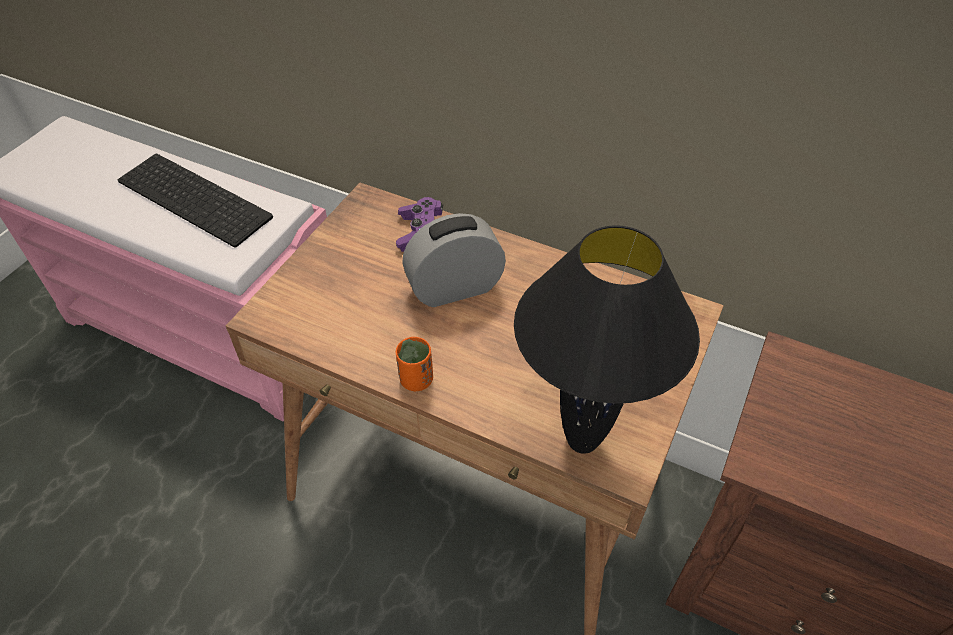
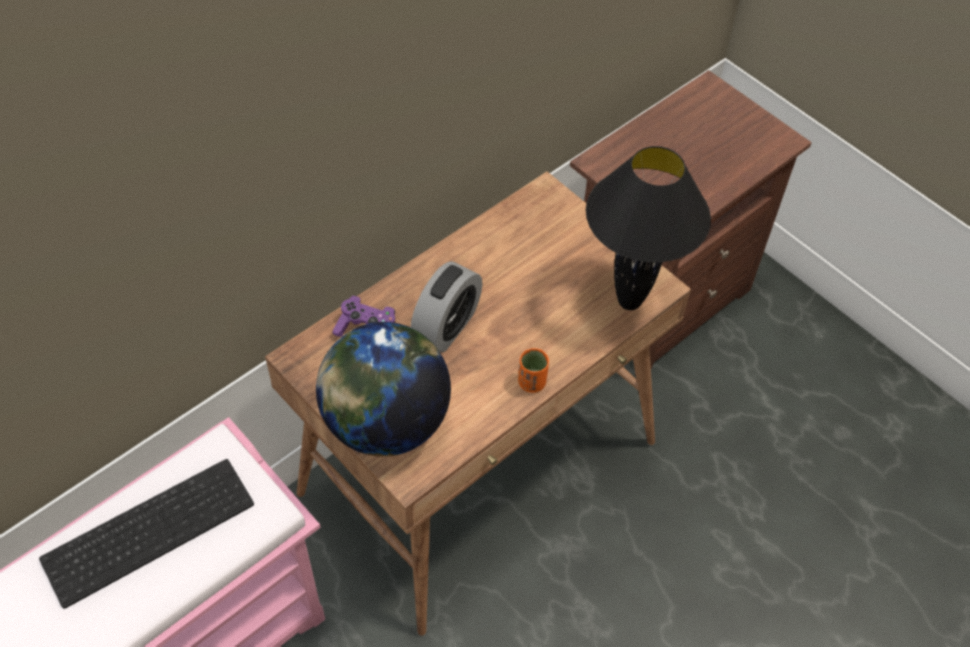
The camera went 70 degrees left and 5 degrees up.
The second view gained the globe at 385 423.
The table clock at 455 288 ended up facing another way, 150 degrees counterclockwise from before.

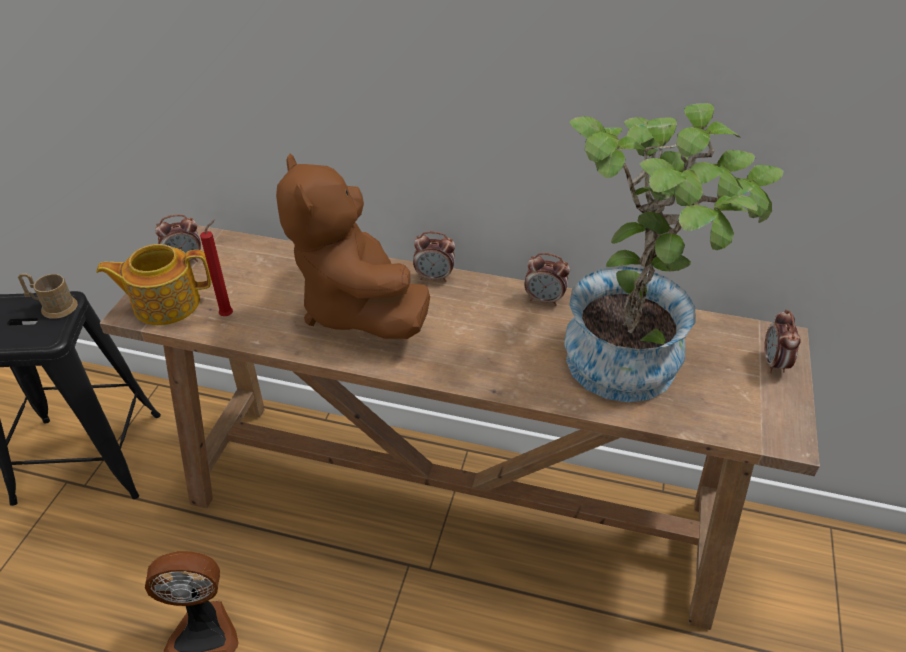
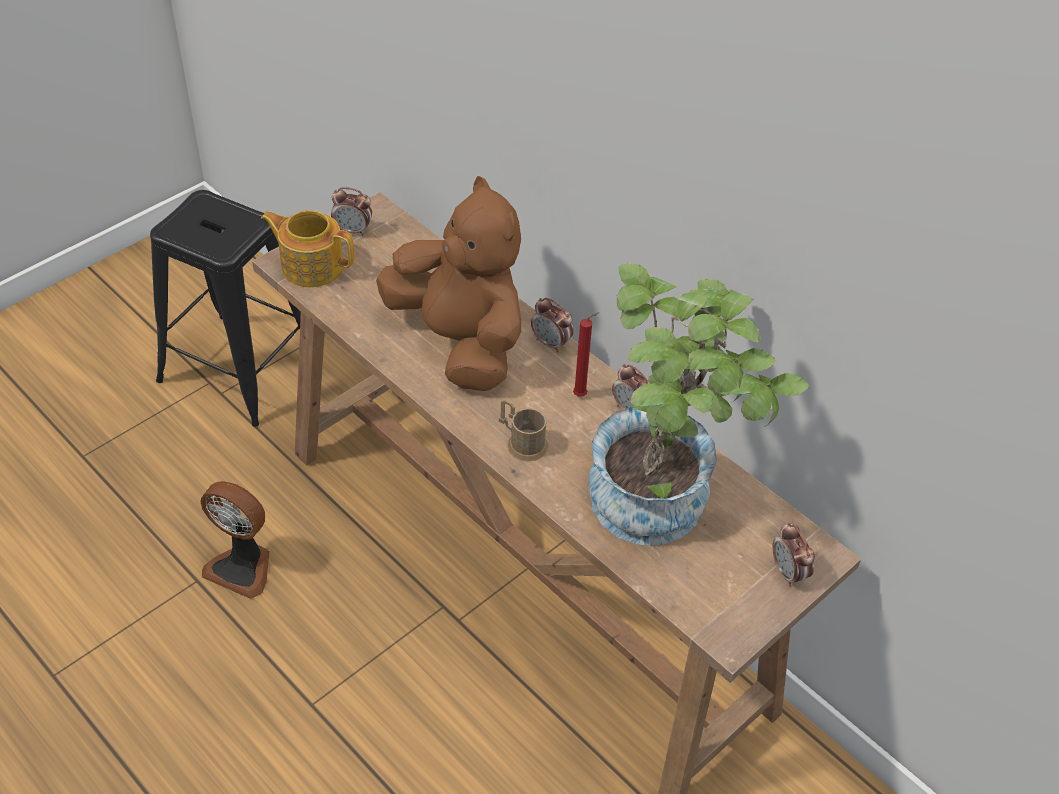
The camera went 30 degrees right and 5 degrees up.
The cuddly toy in brown at 357 308 ended up facing another way, 135 degrees clockwise from before.
The coffee mug in brown ended up elsewhere, having gone from 53 307 to 522 442.
The wax candle in reddish ended up elsewhere, having gone from 229 315 to 582 395.
The table clock at 774 363 ended up facing another way, 60 degrees counterclockwise from before.

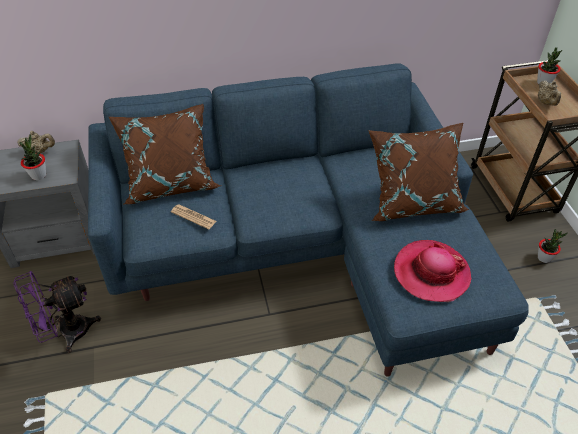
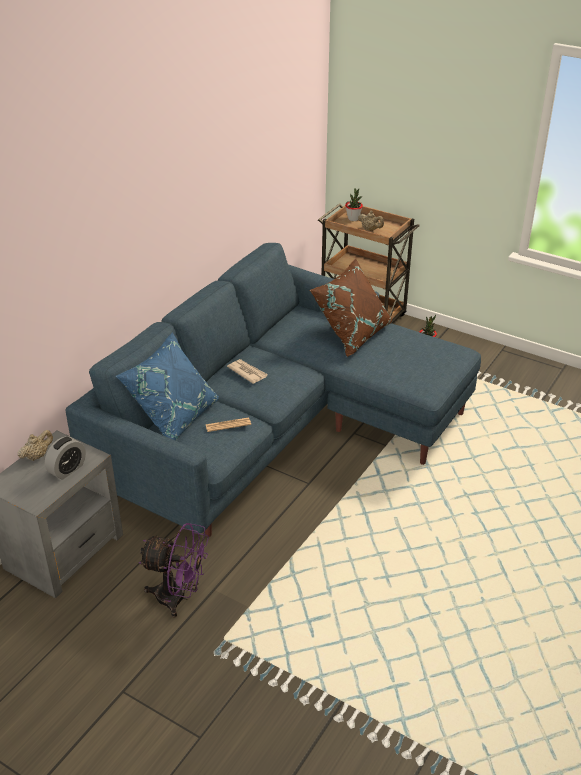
The camera went 45 degrees left and 10 degrees down.
Where the houseplant stood at 38 175, the table clock came to stand at 67 469.
What was the cushion in brown at 170 182 turned into the cushion in bluish at 174 417.
The electric fan in purplish at 66 333 ended up facing another way, 90 degrees counterclockwise from before.
The second view gained the newspaper at 247 372.
The second view lost the wearable hat at 431 273.

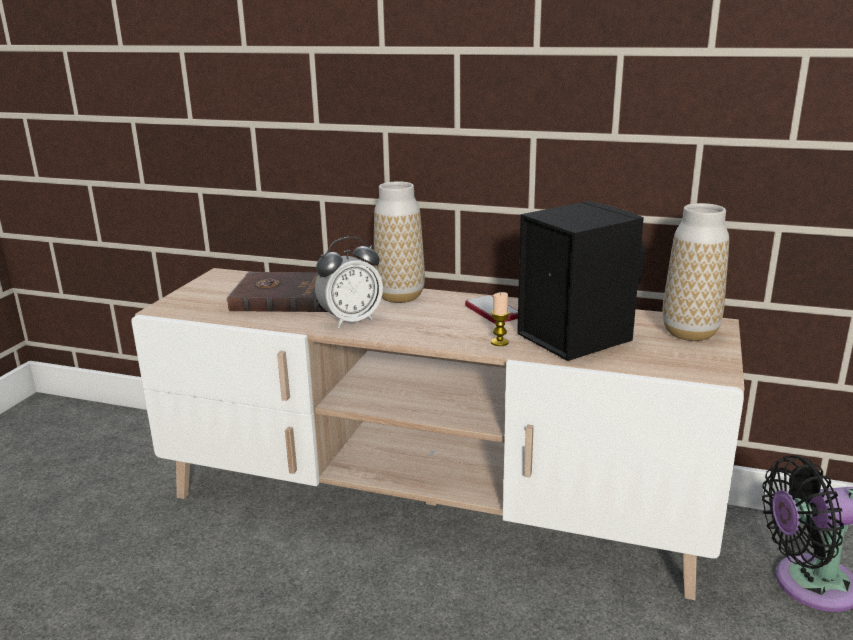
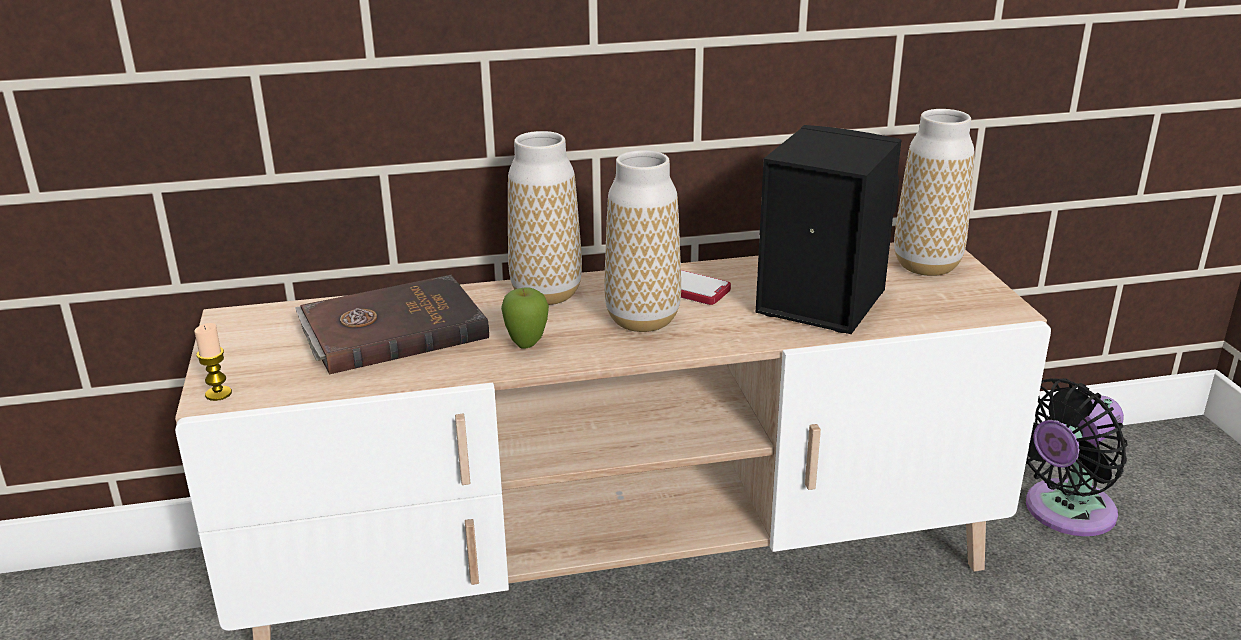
The camera went 30 degrees left and 5 degrees up.
The wax candle ended up elsewhere, having gone from 499 342 to 218 394.
Where the table clock stood at 350 320, the apple fruit came to stand at 526 345.
The second view gained the vase at 642 319.

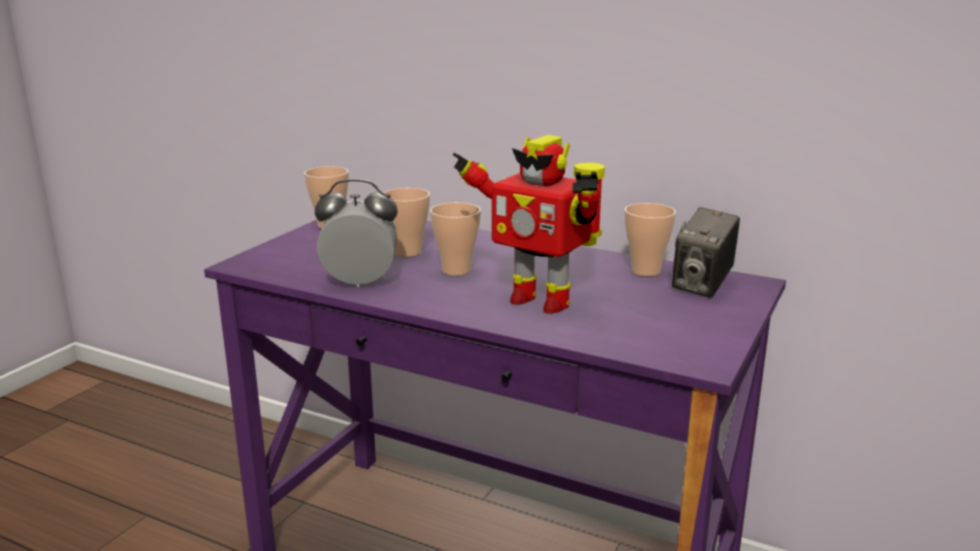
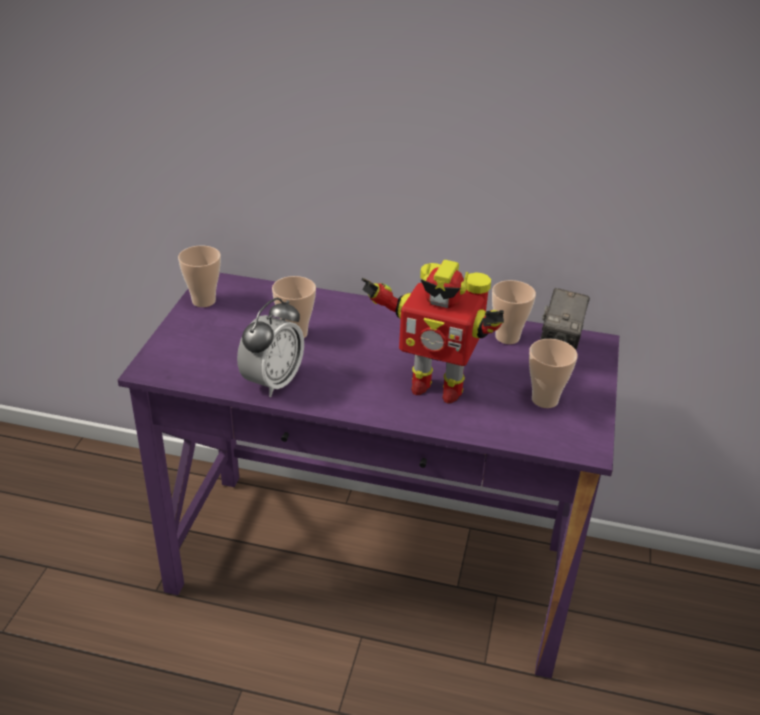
The camera went 15 degrees left and 15 degrees up.
The table clock at 360 282 ended up facing another way, 135 degrees clockwise from before.
The drinking cup ended up elsewhere, having gone from 456 270 to 544 400.

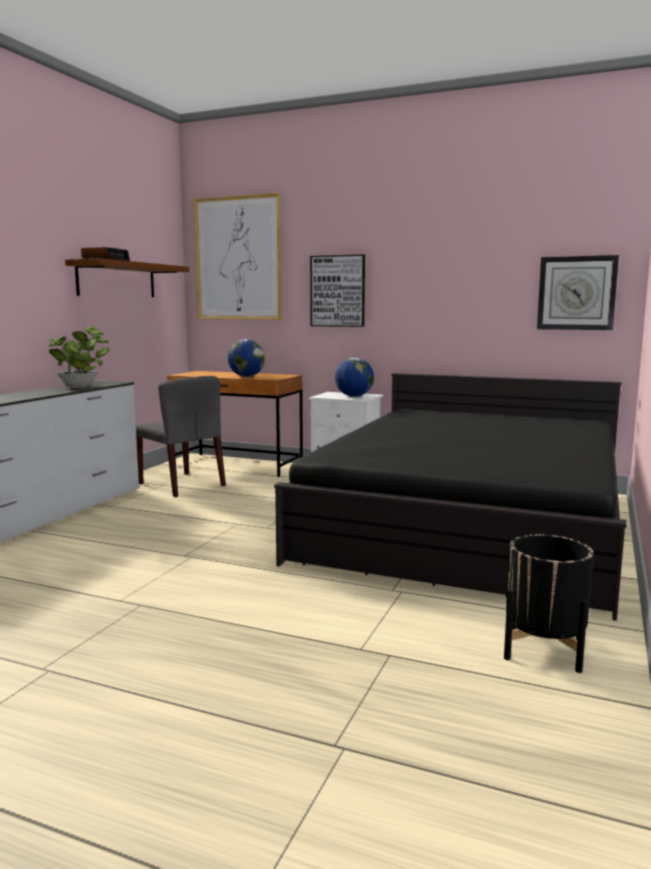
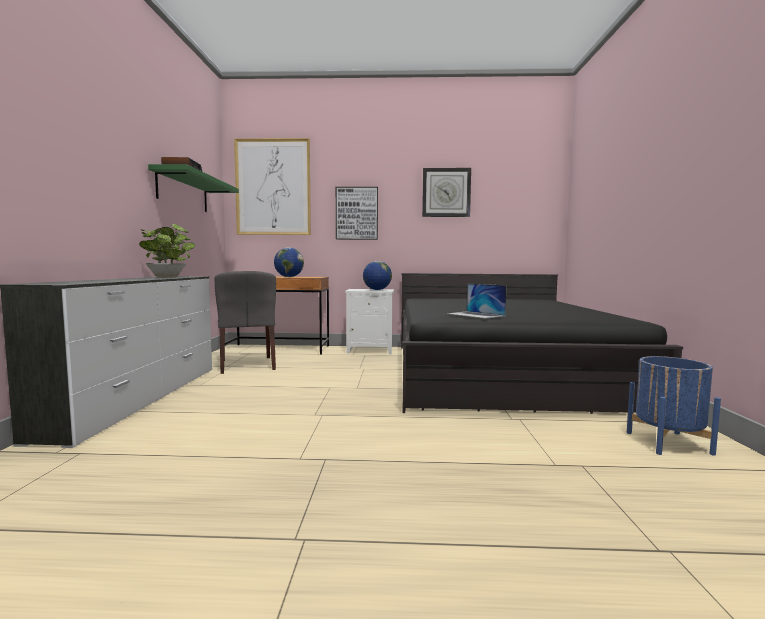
The camera went 20 degrees left and 5 degrees down.
What was the wall shelf in brown at 117 280 turned into the wall shelf in greenish at 183 192.
The plain chair in greyish at 182 484 ended up facing another way, 45 degrees clockwise from before.
The clock on the wall ended up elsewhere, having gone from 576 293 to 446 192.
The second view gained the notebook computer at 476 315.
What was the planter in black at 544 648 turned into the planter in bluish at 668 443.

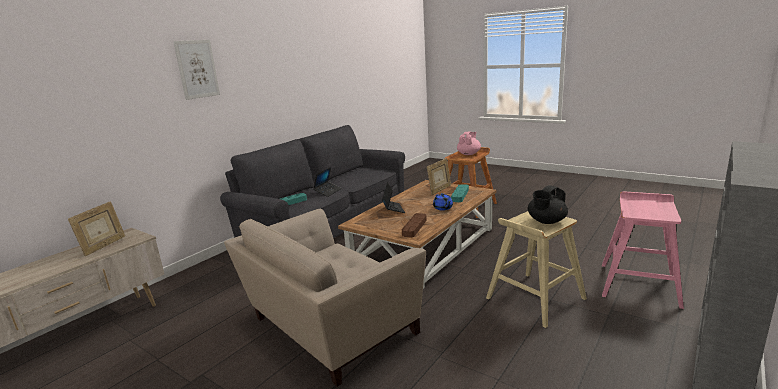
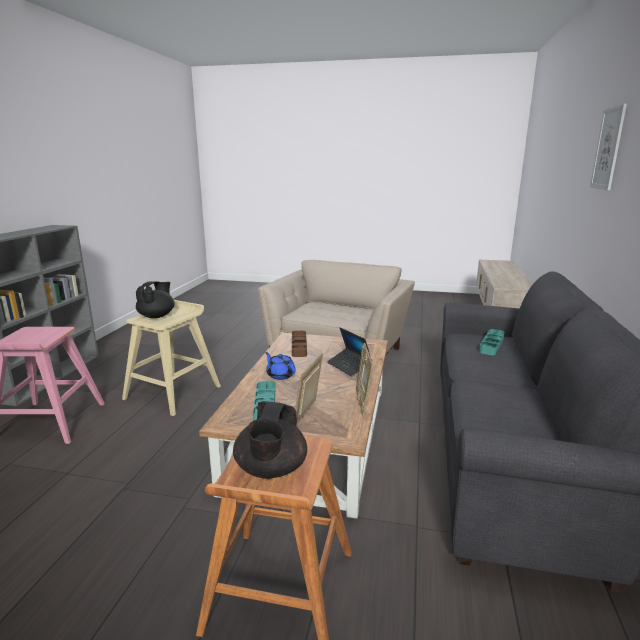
The camera went 155 degrees right and 0 degrees up.
What was the pot for tea in pink at 469 154 turned into the pot for tea in black at 271 470.
The photo frame ended up elsewhere, having gone from 103 246 to 362 402.
The second view lost the notebook computer at 328 192.

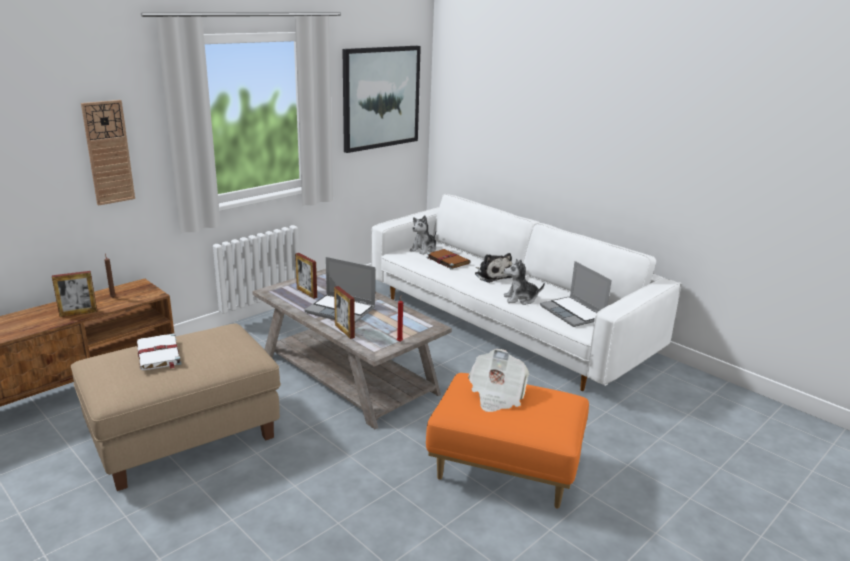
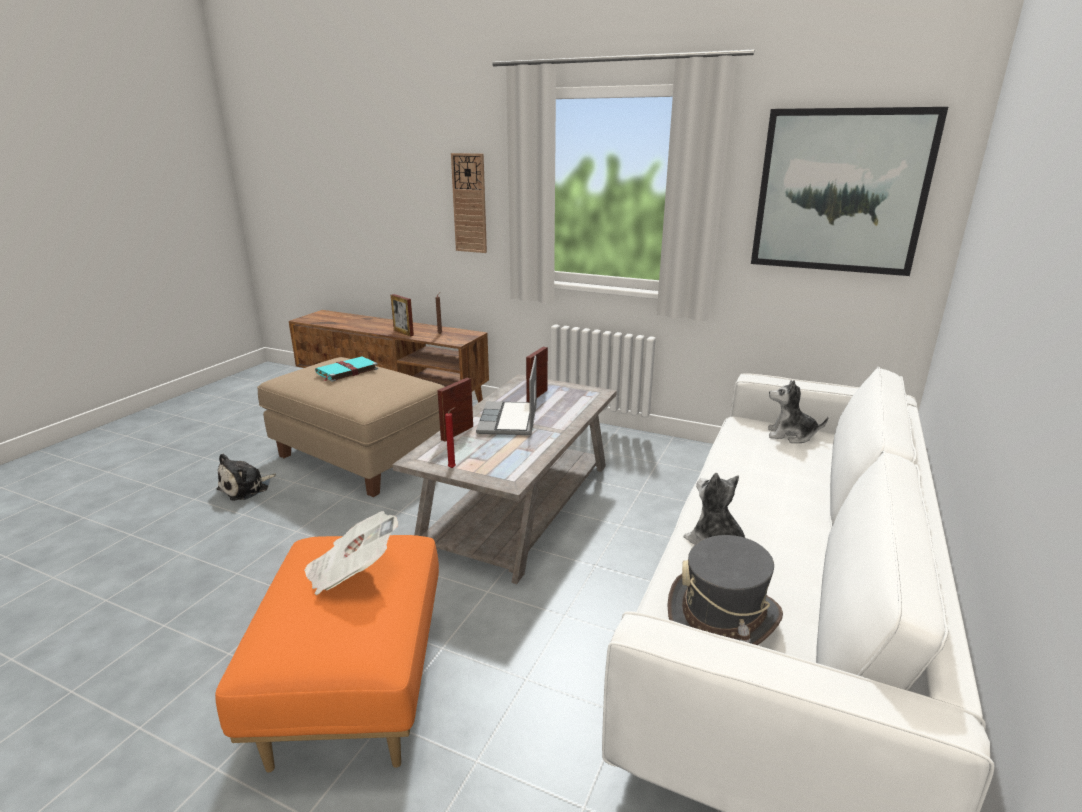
The camera went 70 degrees right and 0 degrees up.
The cuddly toy ended up elsewhere, having gone from 492 275 to 246 488.
What was the volume in white-coloured at 159 355 turned into the volume in blue-green at 346 371.
Where the notebook computer stood at 573 313, the wearable hat in greyish came to stand at 722 619.
The second view lost the volume in brown at 447 260.

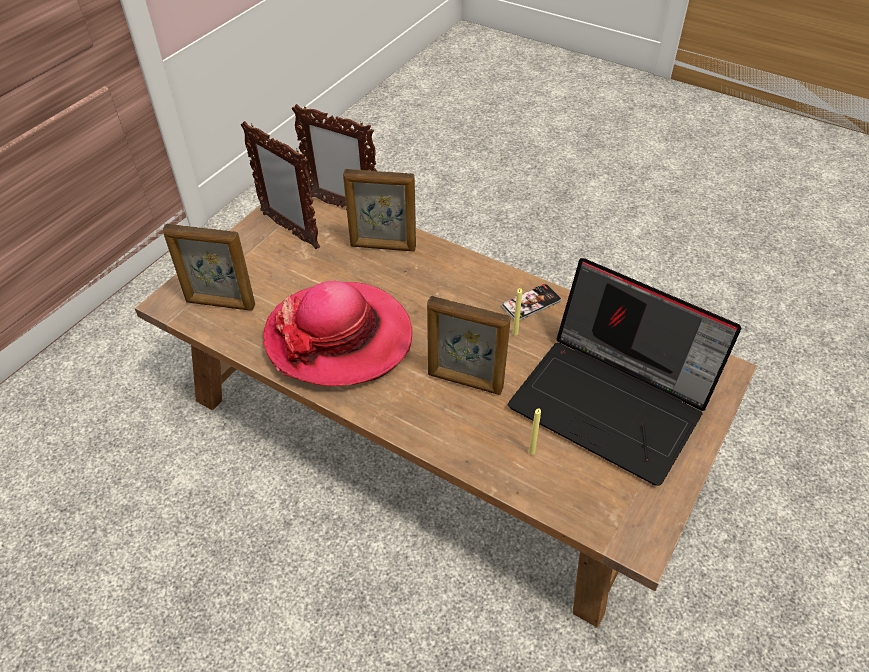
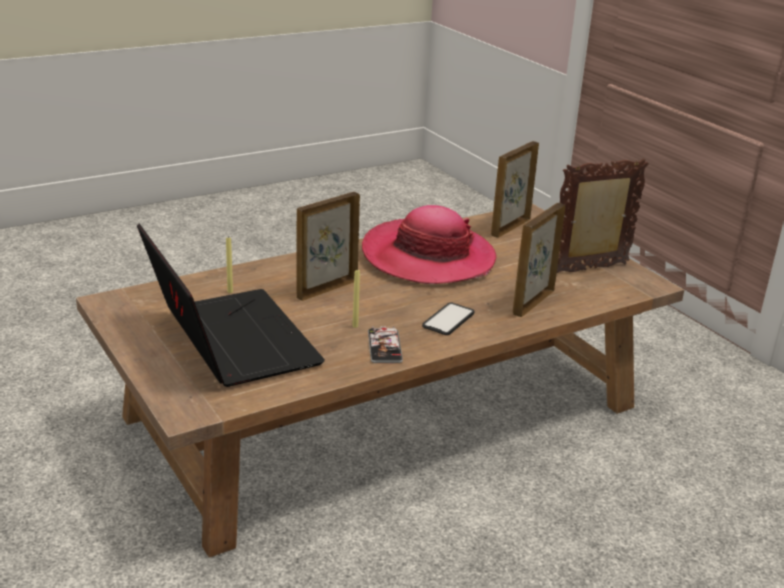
The camera went 115 degrees right and 20 degrees down.
The notebook computer at 613 402 ended up facing another way, 90 degrees clockwise from before.
The second view gained the phone at 448 320.
The second view lost the photo frame at 342 207.

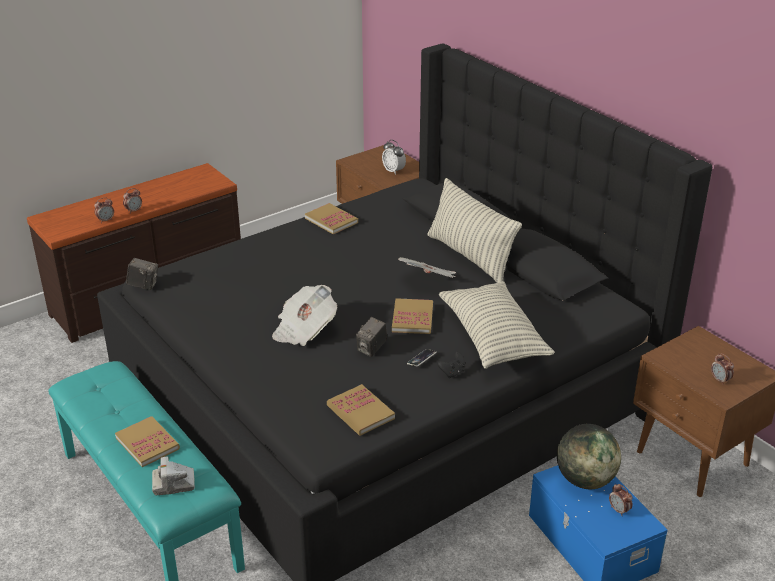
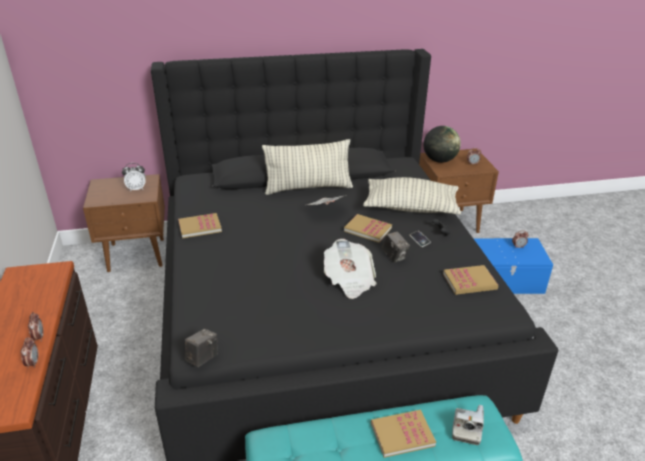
The camera went 65 degrees left and 0 degrees up.
The globe ended up elsewhere, having gone from 585 480 to 439 160.

